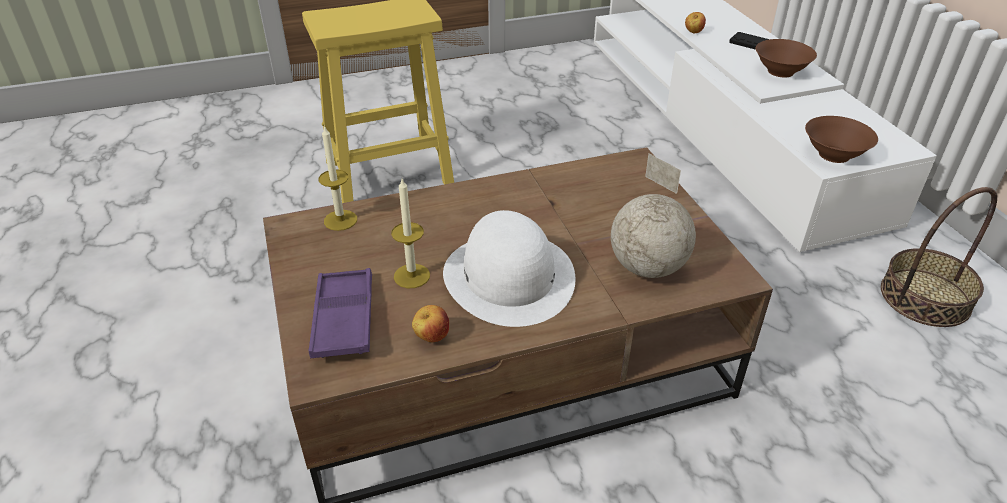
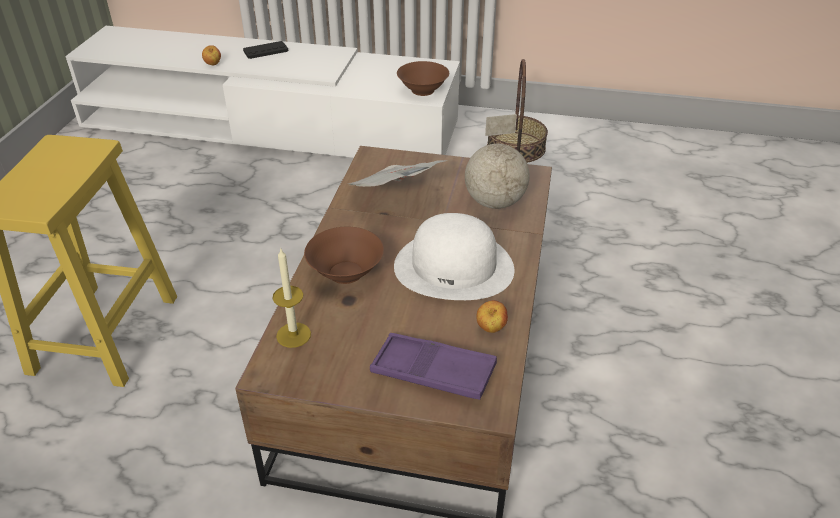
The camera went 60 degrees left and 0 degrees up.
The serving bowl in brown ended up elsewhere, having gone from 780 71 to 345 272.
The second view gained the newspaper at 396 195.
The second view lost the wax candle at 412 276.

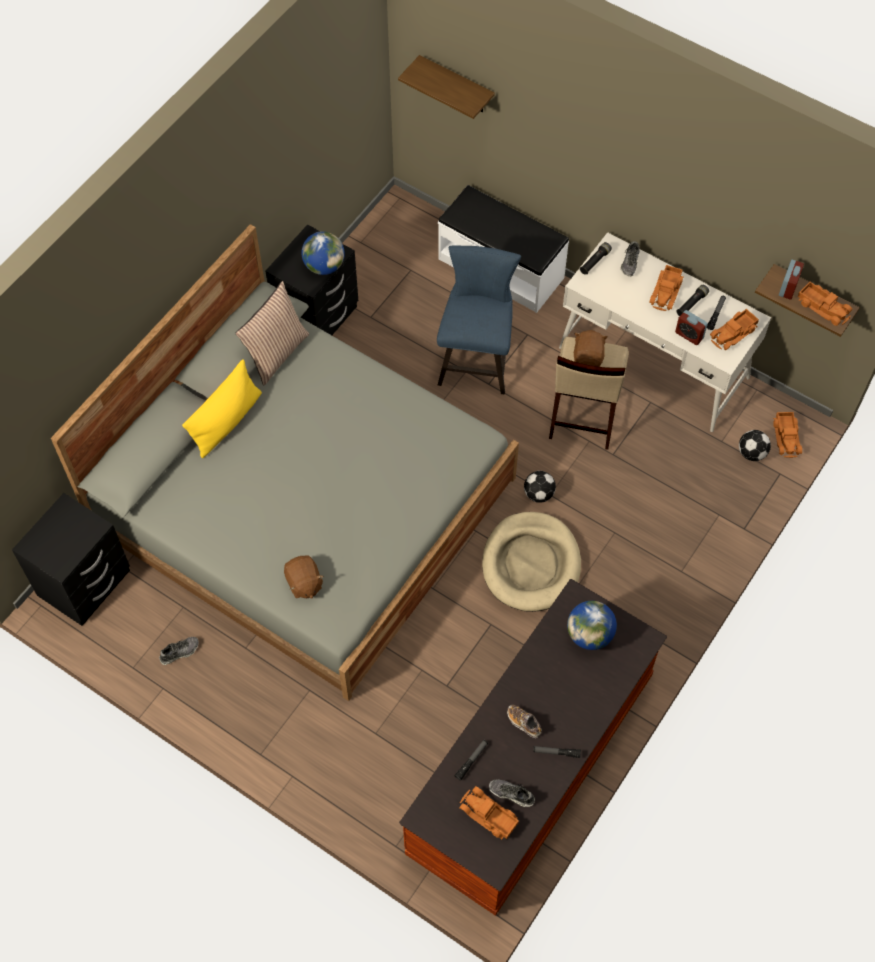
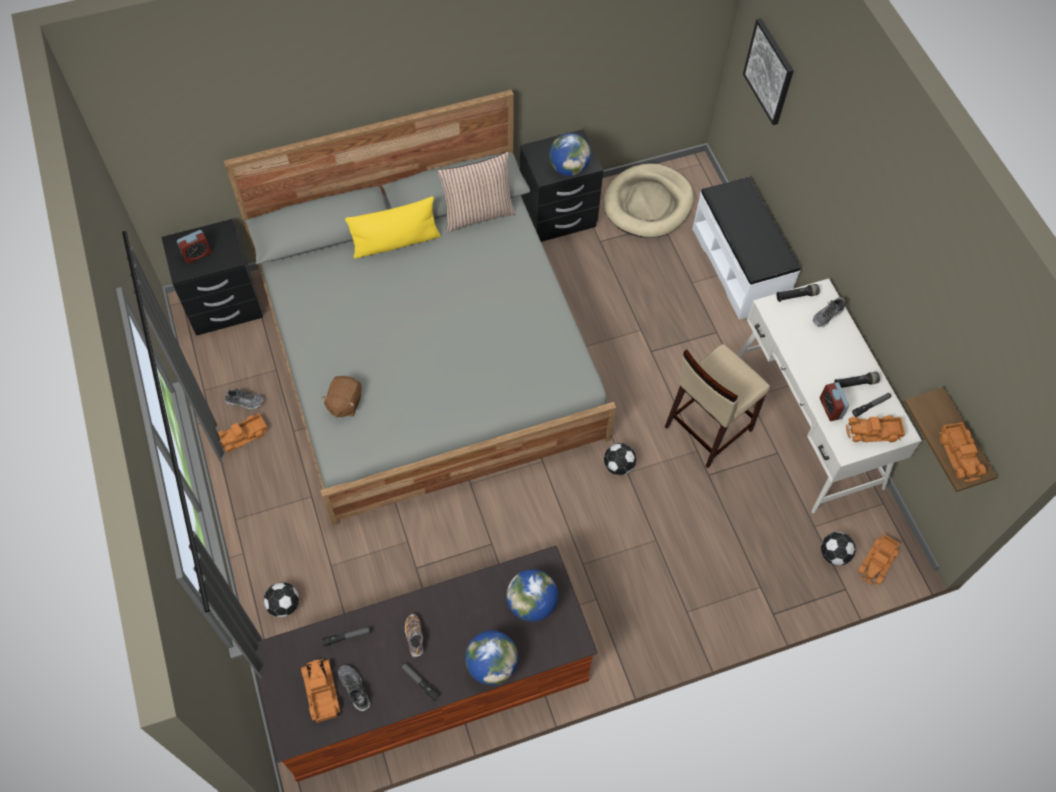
The camera went 35 degrees right and 0 degrees up.
The table clock ended up elsewhere, having gone from 788 288 to 197 254.
The model truck ended up elsewhere, having gone from 666 292 to 243 436.
The second view gained the ball for football at 284 605.
The second view gained the globe at 491 664.
The dog cushion in beige-coloured ended up elsewhere, having gone from 531 564 to 648 204.
Where the wall shelf hung at 456 85, the picture came to hang at 769 71.
The second view lost the plain chair in bluish at 476 360.
The second view lost the cuddly toy in brown at 588 357.

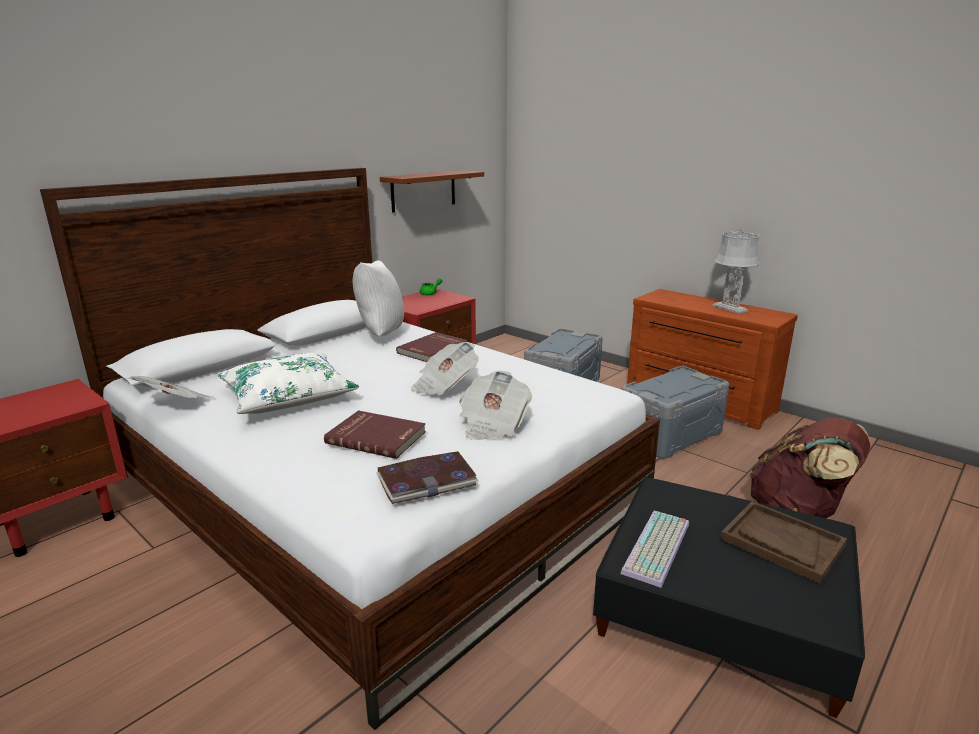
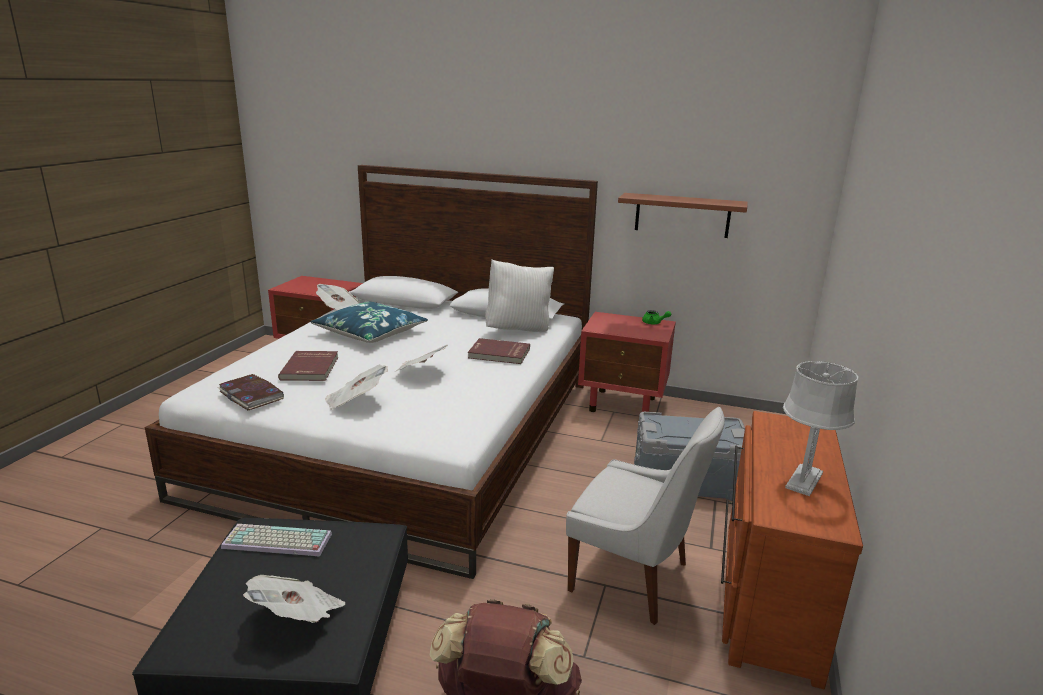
The camera went 65 degrees right and 0 degrees up.
Where the serving tray in brown stood at 781 542, the newspaper came to stand at 298 616.
What was the cushion in white-coloured at 288 397 turned into the cushion in bluish at 370 333.
Where the storage container in greyish stood at 670 435, the plain chair in white-coloured came to stand at 634 578.

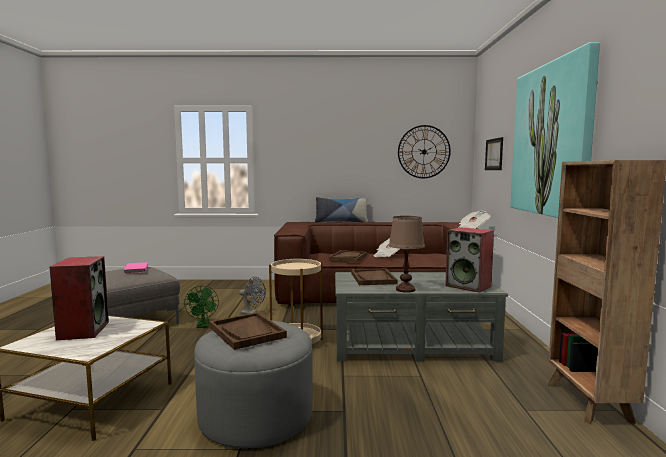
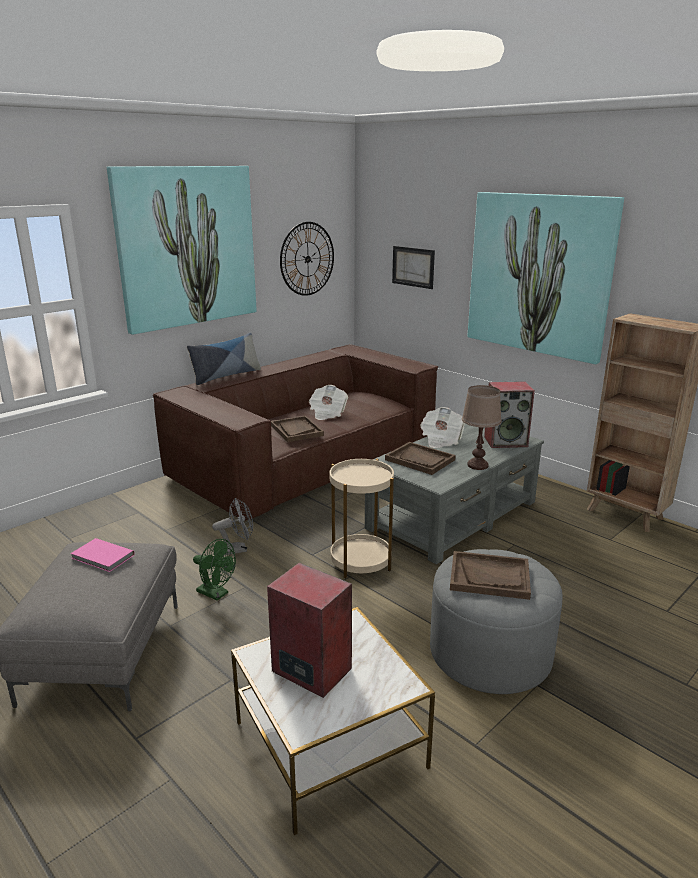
The camera went 45 degrees left and 15 degrees up.
The second view gained the picture at 186 247.
The newspaper ended up elsewhere, having gone from 472 229 to 441 439.

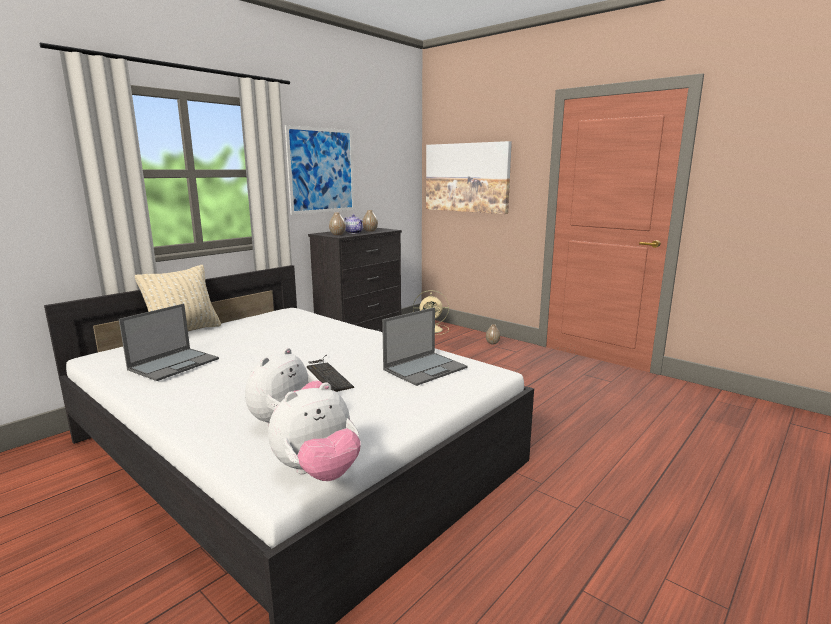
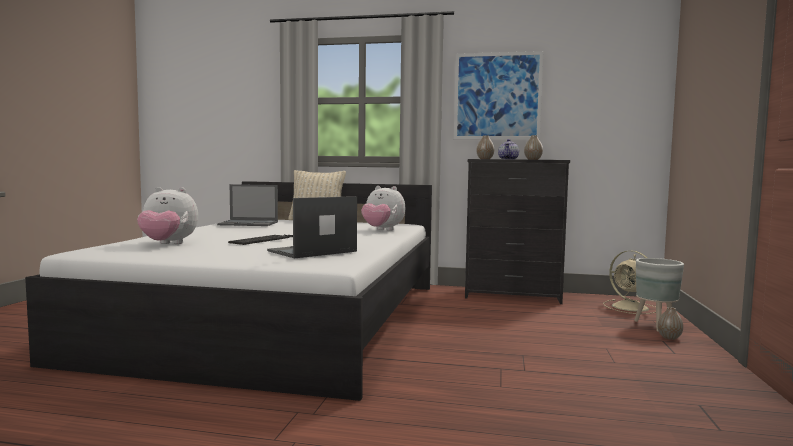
The camera went 60 degrees right and 10 degrees down.
The notebook computer at 425 368 ended up facing another way, 120 degrees clockwise from before.
The cuddly toy ended up elsewhere, having gone from 318 473 to 382 230.
The second view gained the planter in greyish at 656 326.
The second view lost the picture at 467 177.

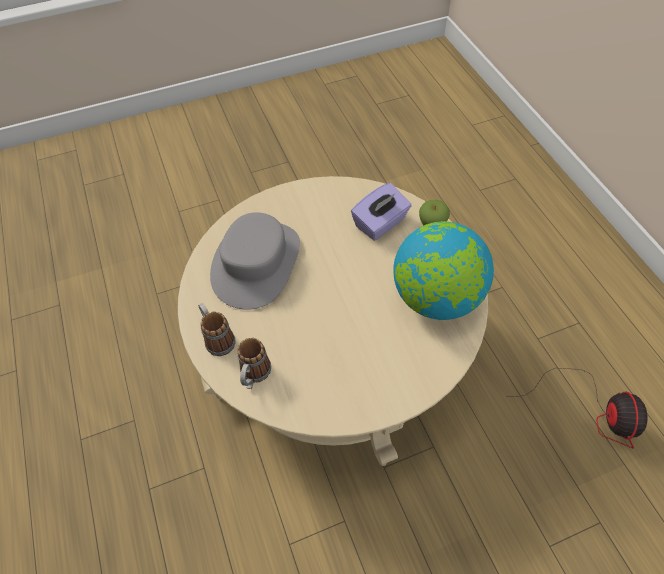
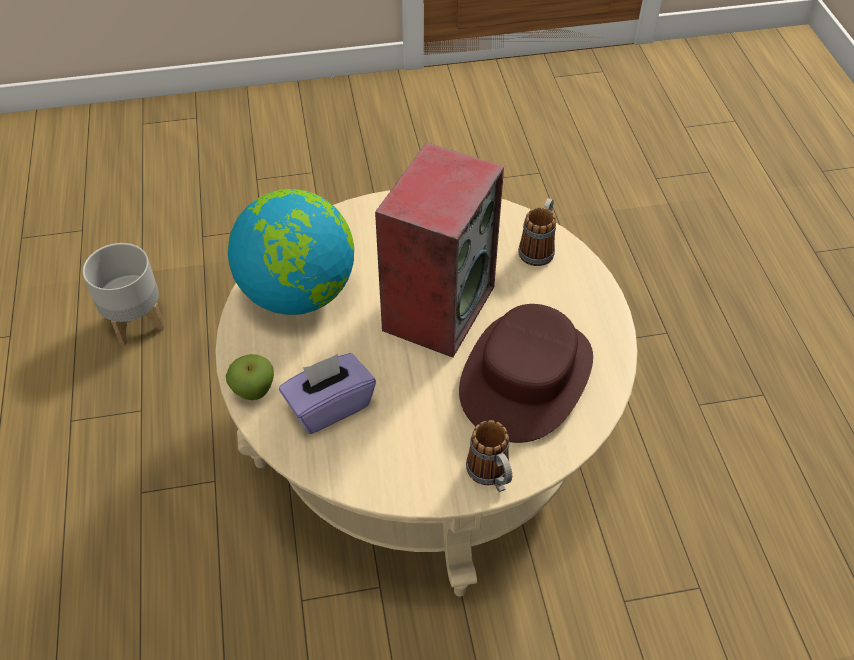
The camera went 170 degrees left and 5 degrees down.
Where the electric fan stood at 592 410, the planter in greyish came to stand at 136 321.
The second view gained the audio speaker at 438 306.
What was the wearable hat in greyish at 256 263 turned into the wearable hat in brown at 526 377.
The coffee mug ended up elsewhere, having gone from 217 338 to 491 476.

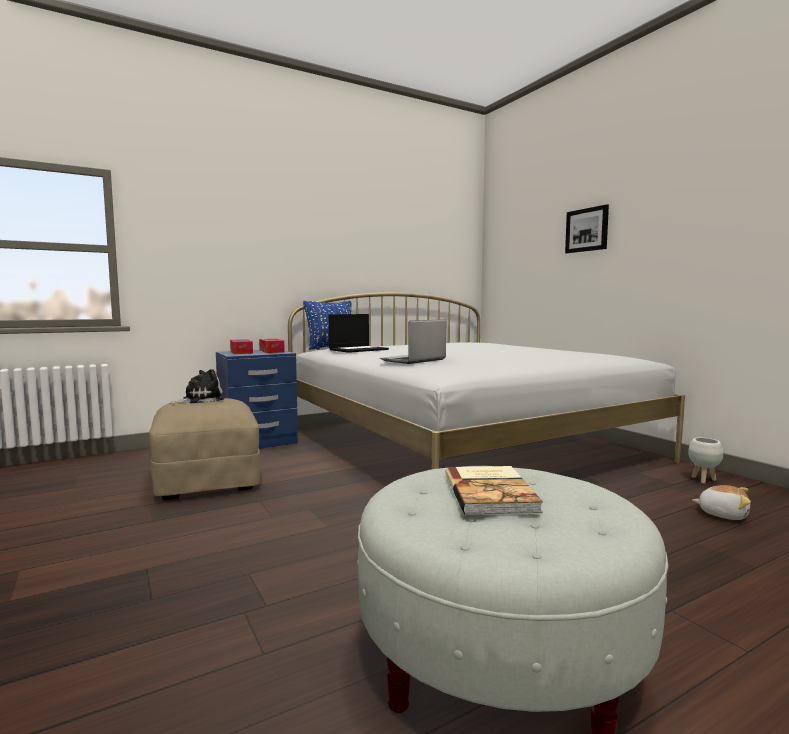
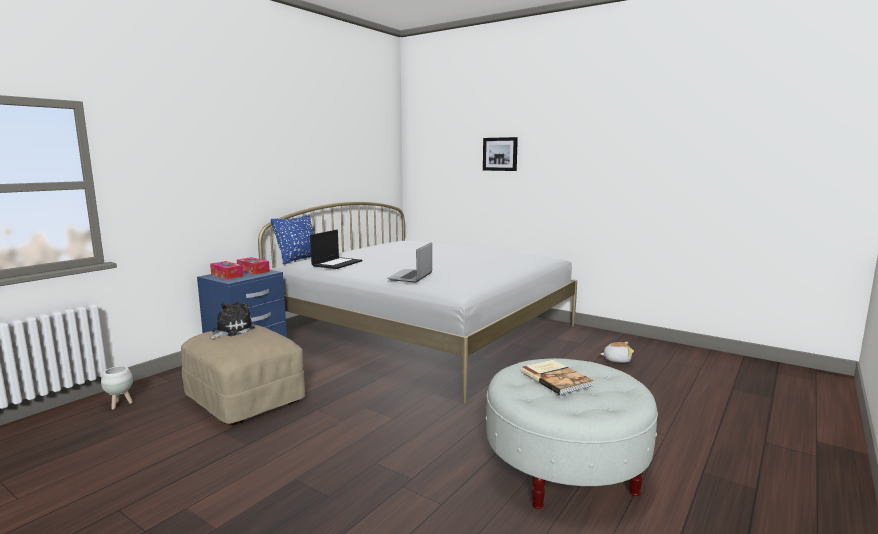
The camera went 25 degrees left and 5 degrees up.
The planter in white-coloured ended up elsewhere, having gone from 703 480 to 120 405.

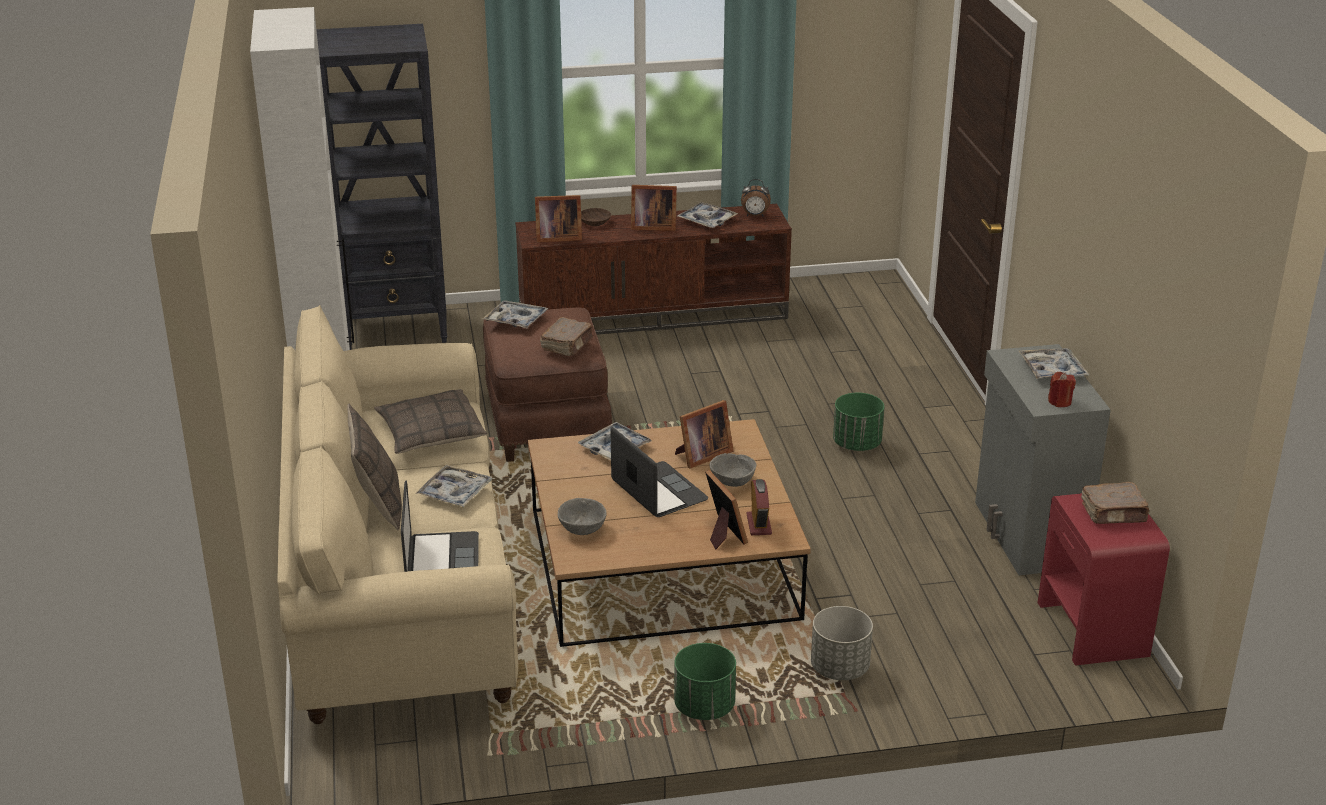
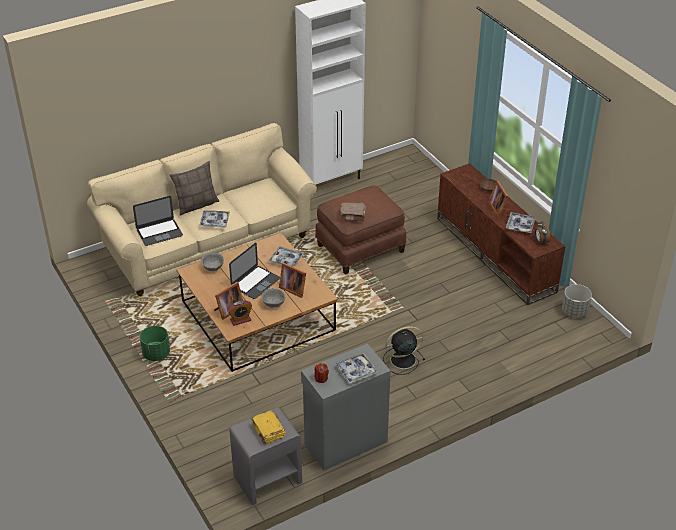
The camera went 70 degrees right and 10 degrees up.
What was the bedside table in reddish at 1093 629 turned into the bedside table in greyish at 267 479.
What was the volume in brown at 1114 513 turned into the volume in yellowish at 268 432.
Where the planter in greenish stood at 857 444, the electric fan in black came to stand at 402 360.
The planter in greyish ended up elsewhere, having gone from 840 668 to 574 312.
The second view lost the bookcase in black at 396 328.
The second view lost the cushion at 430 433.
The second view lost the serving tray at 516 320.
The second view lost the photo frame at 556 237.

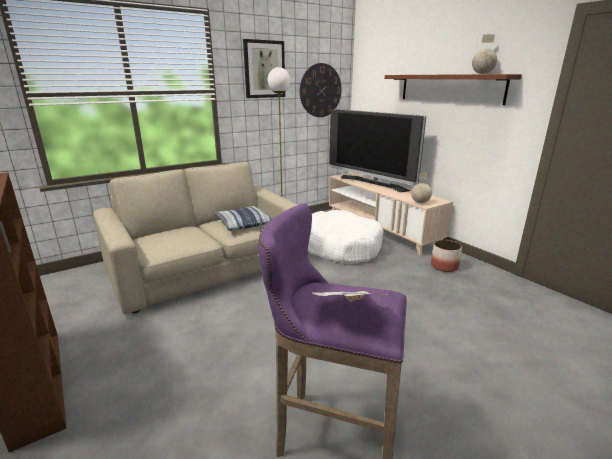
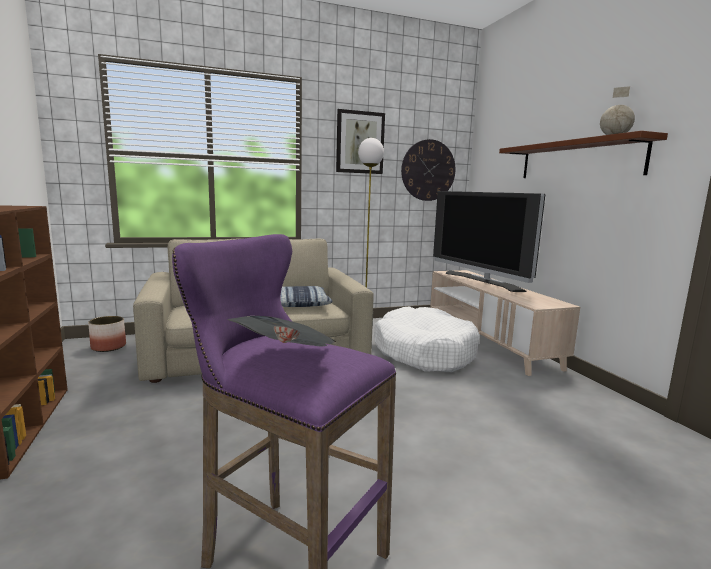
The camera went 15 degrees right and 10 degrees down.
The planter ended up elsewhere, having gone from 444 266 to 109 347.
The second view lost the globe at 420 202.

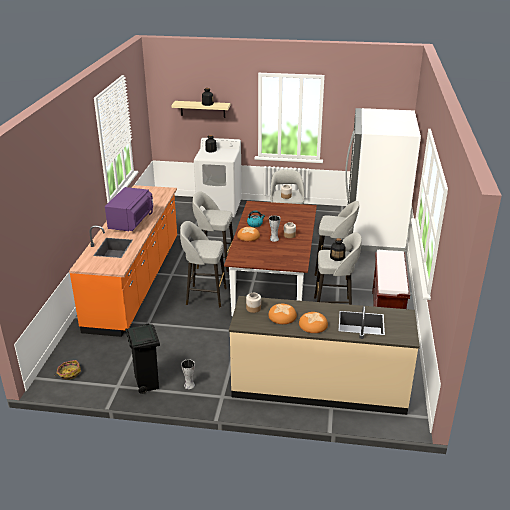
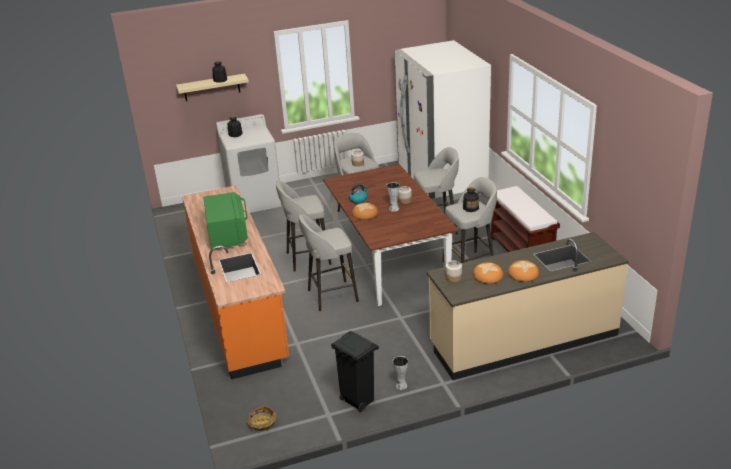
The camera went 25 degrees left and 0 degrees up.
What was the microwave in purplish at 131 222 turned into the microwave in greenish at 228 235.

